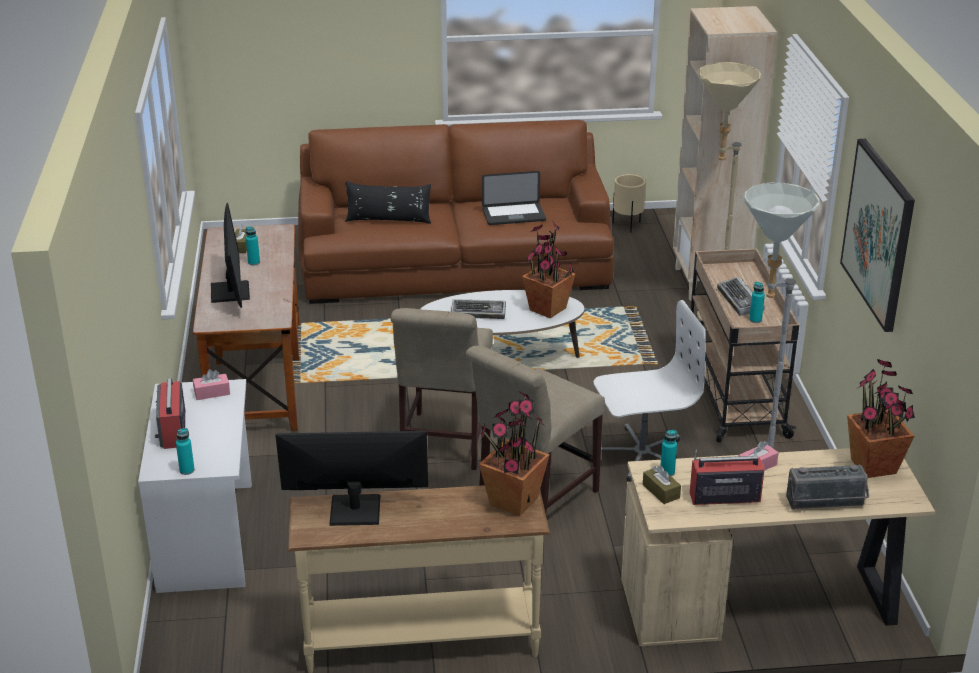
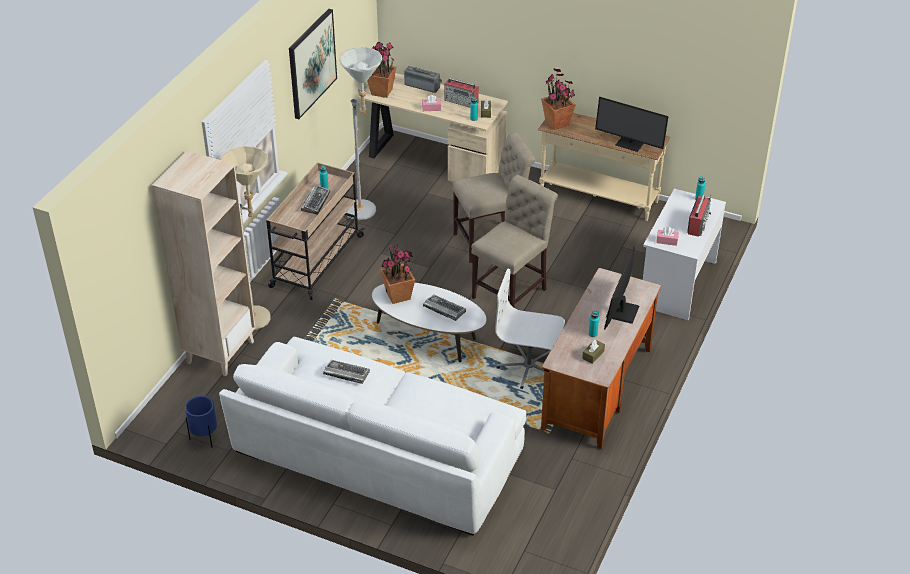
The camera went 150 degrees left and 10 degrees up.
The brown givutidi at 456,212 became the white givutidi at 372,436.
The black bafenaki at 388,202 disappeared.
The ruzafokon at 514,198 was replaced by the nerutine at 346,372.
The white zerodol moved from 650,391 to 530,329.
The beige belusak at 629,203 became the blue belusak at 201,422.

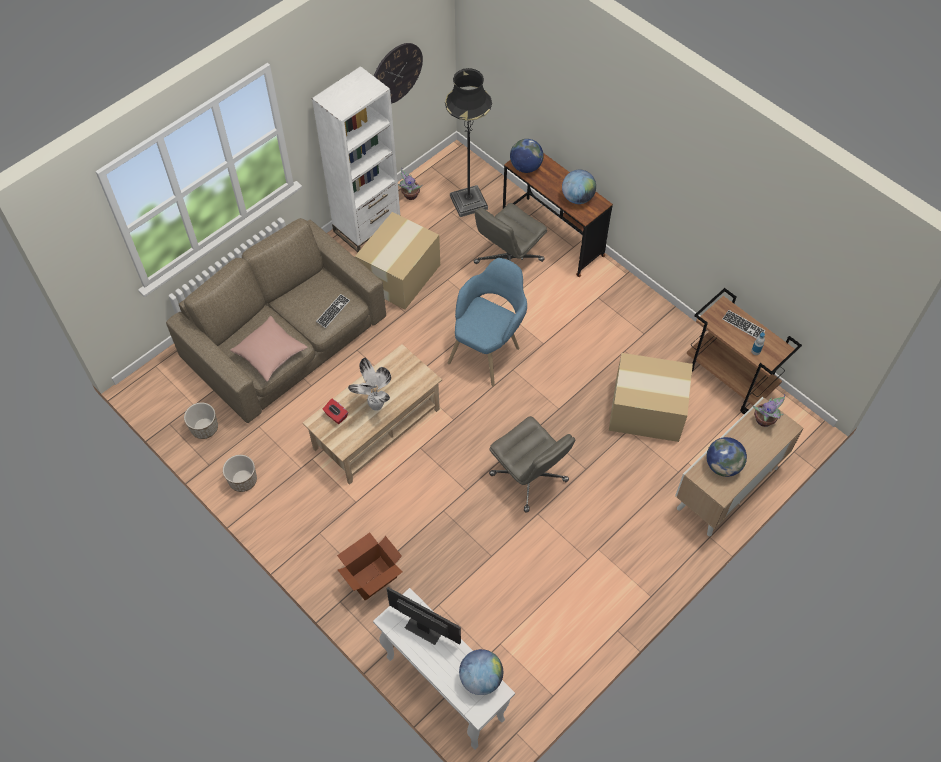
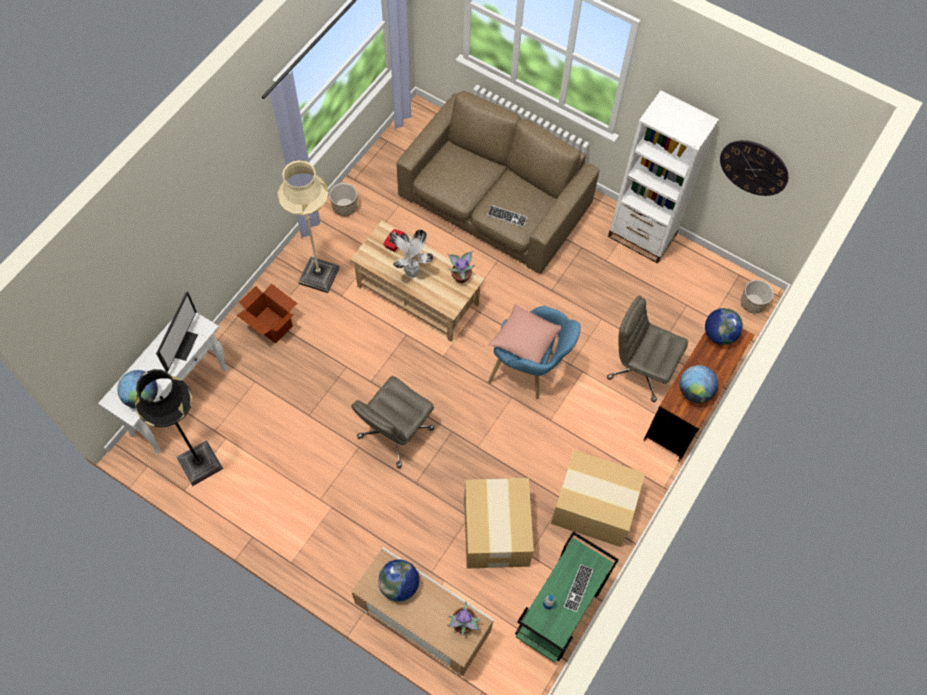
The camera went 75 degrees right and 5 degrees up.
The belusak moved from 201,420 to 757,297.
The pink bafenaki moved from 269,348 to 525,334.
The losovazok moved from 397,260 to 598,498.
The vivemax moved from 410,184 to 461,267.
The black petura moved from 468,142 to 179,427.
The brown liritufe at 744,351 became the green liritufe at 567,597.
The beige petura at 308,226 appeared.

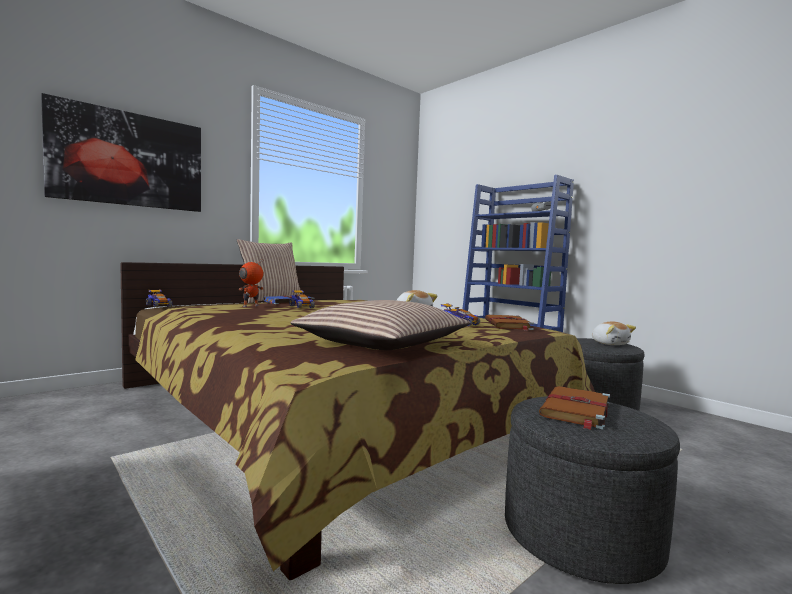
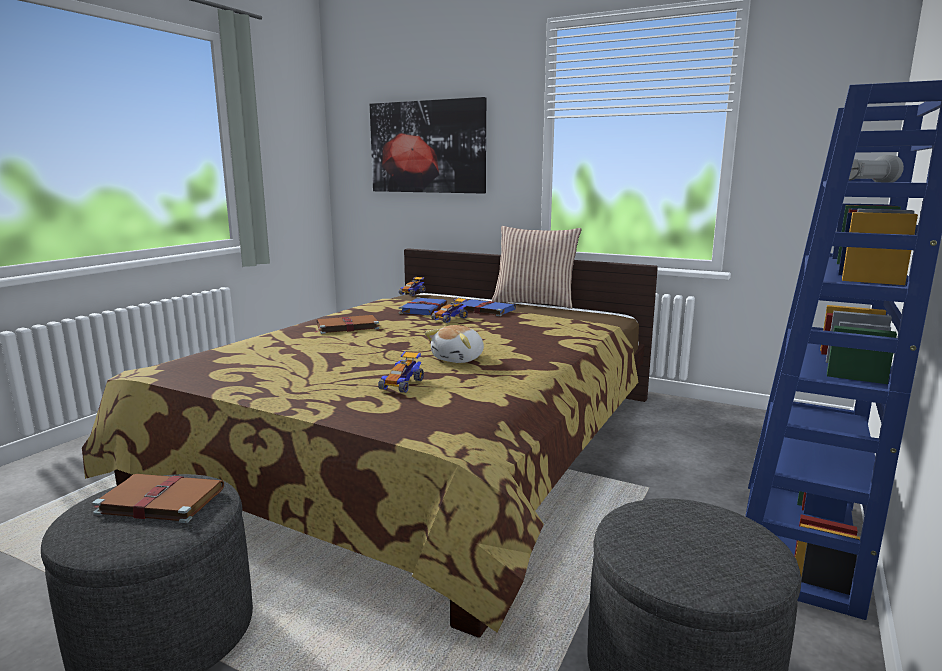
The camera went 70 degrees right and 10 degrees up.
The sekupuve at 251,283 was replaced by the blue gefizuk at 423,306.
The bafenaki at 380,325 disappeared.
The brown gefizuk moved from 509,323 to 346,324.
The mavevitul at 614,333 disappeared.

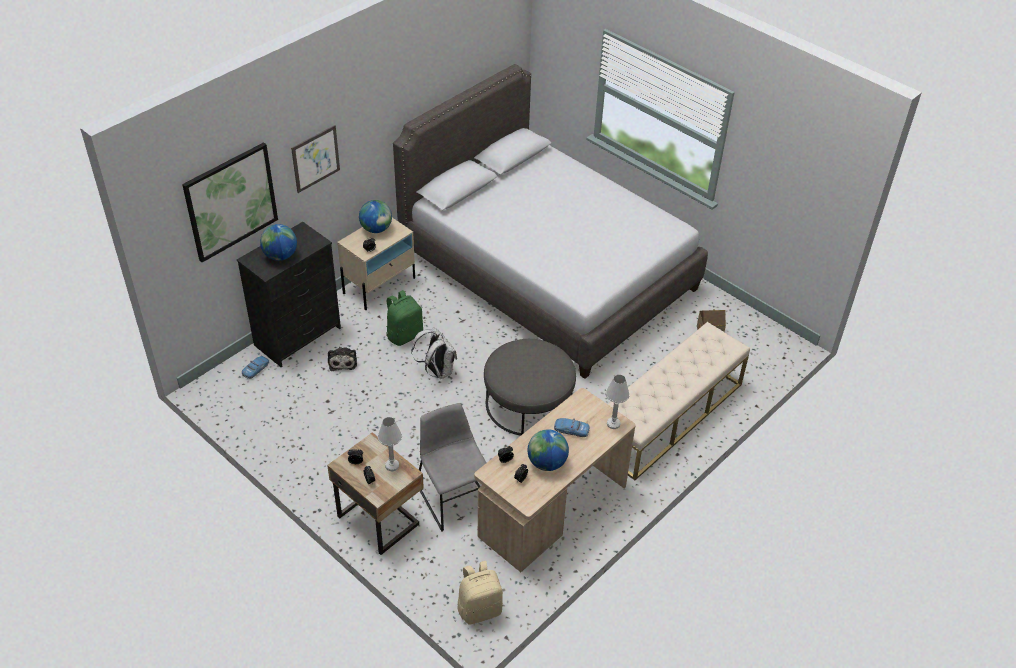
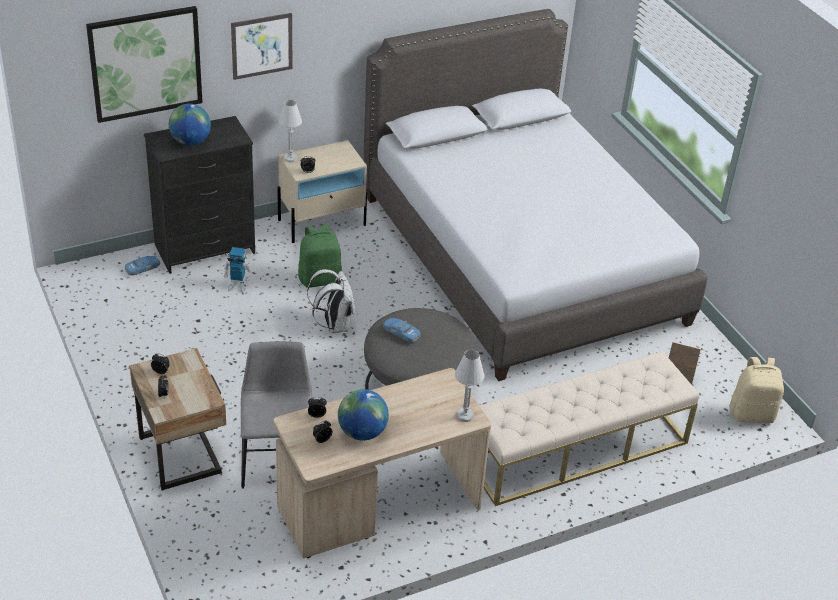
The camera went 20 degrees right and 5 degrees down.
The mavevitul at 342,359 was replaced by the sekupuve at 237,270.
The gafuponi at 375,216 disappeared.
The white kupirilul moved from 390,444 to 290,131.
The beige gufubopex moved from 480,592 to 756,390.
The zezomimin moved from 572,427 to 401,330.

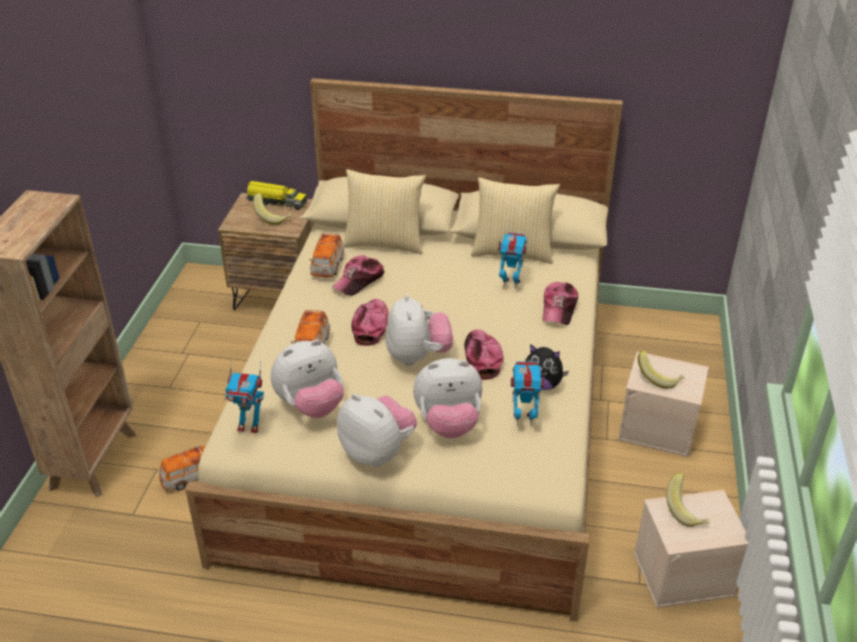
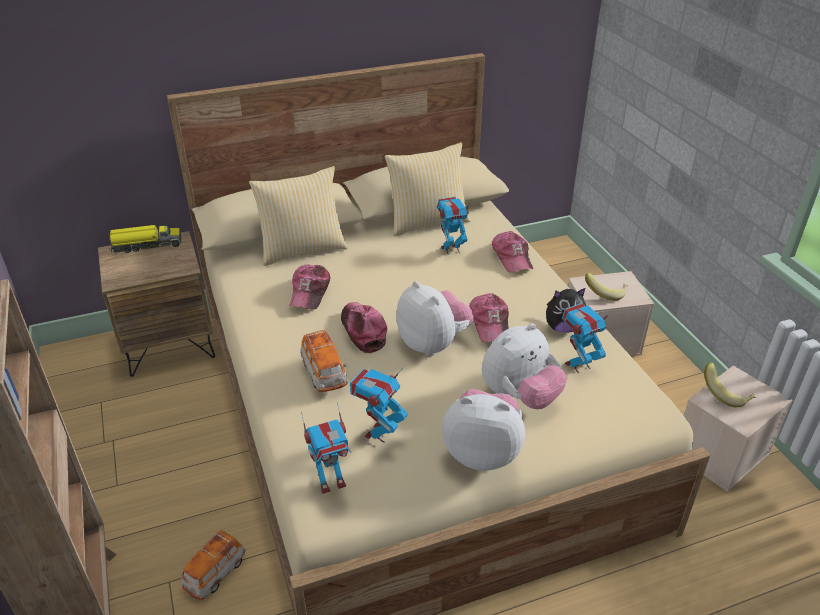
The camera went 30 degrees left and 0 degrees up.
The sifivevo at 272,209 disappeared.
The mavevitul at 307,378 was replaced by the sekupuve at 379,405.
The zezomimin at 326,255 disappeared.
The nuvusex at 484,354 turned 150 degrees counterclockwise.

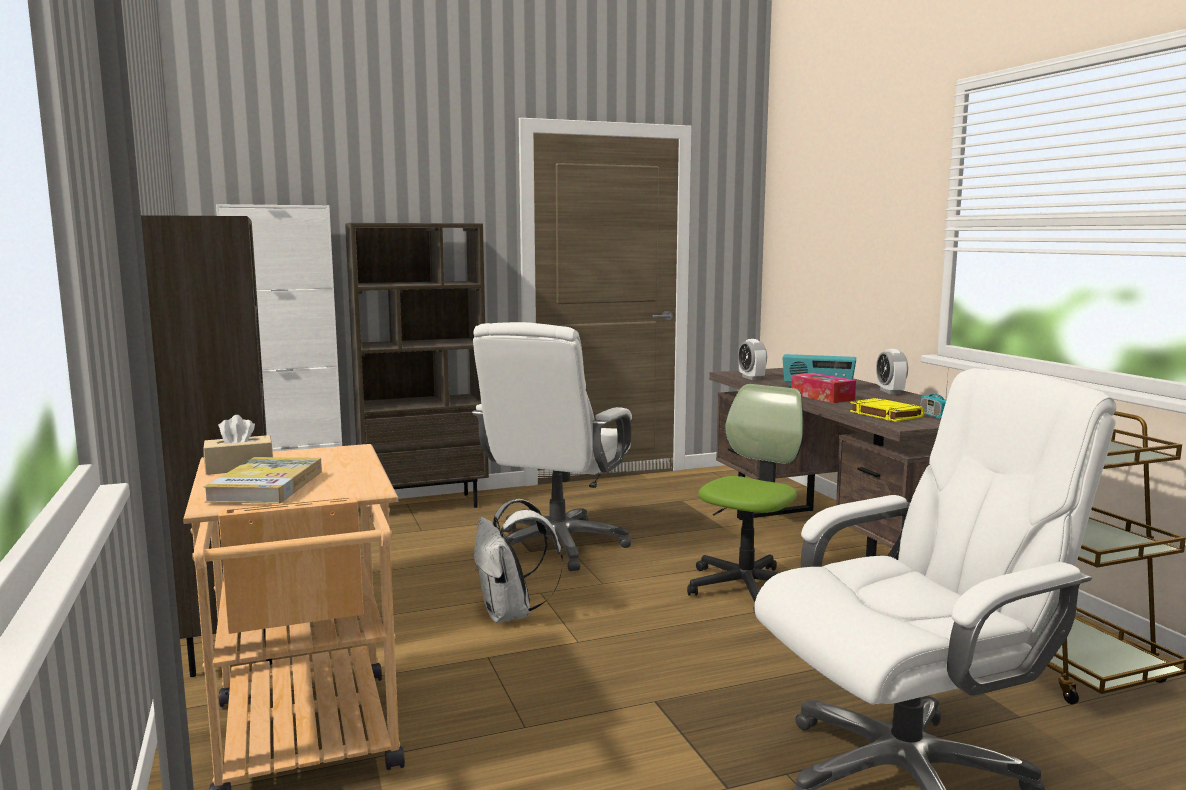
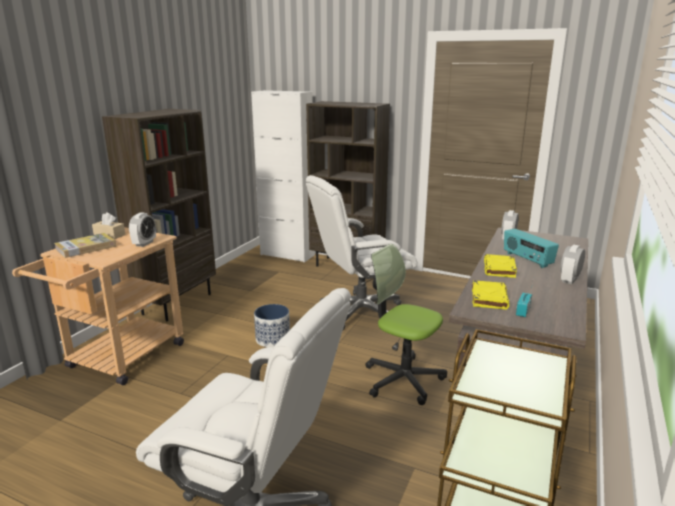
The camera went 45 degrees right and 10 degrees up.
The white gufubopex at 518,561 was replaced by the belusak at 272,325.
The zerodol at 745,495 turned 135 degrees counterclockwise.
The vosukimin at 823,388 was replaced by the yellow gefizuk at 500,266.
The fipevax at 142,229 appeared.

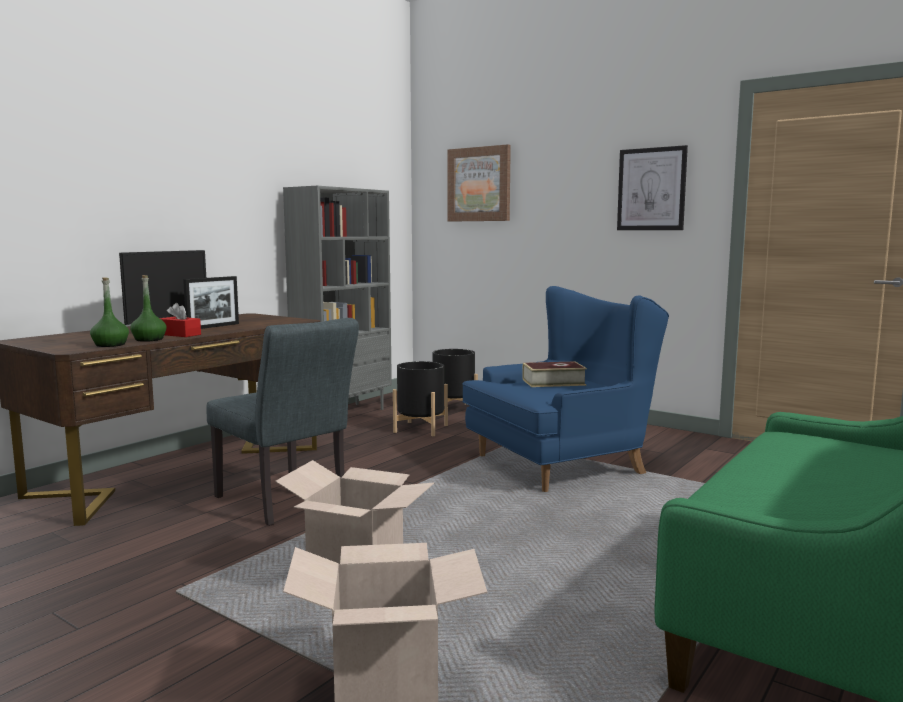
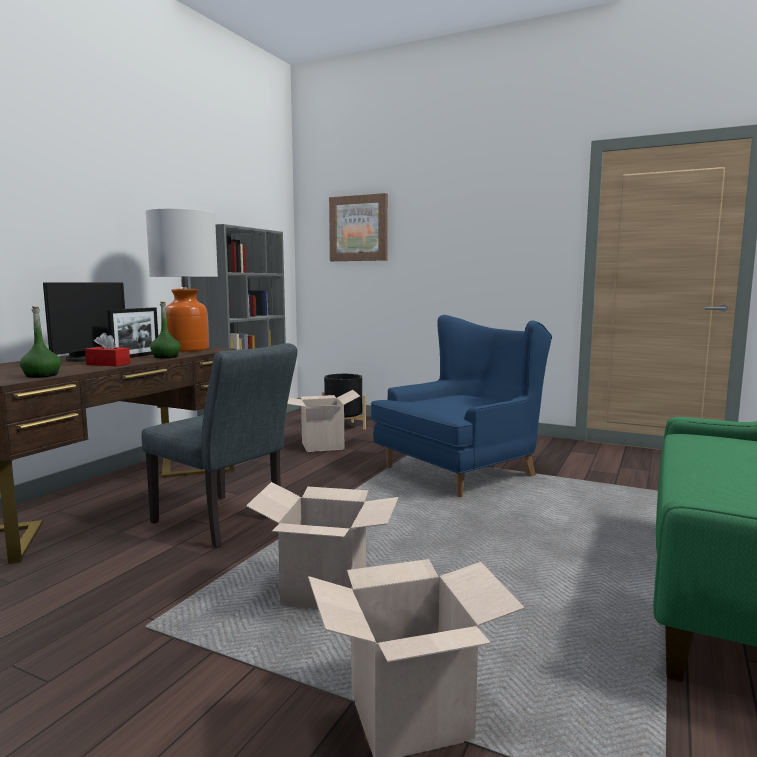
The camera went 10 degrees left and 0 degrees up.
The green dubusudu moved from 148,308 to 165,329.
The black belusak at 420,398 was replaced by the losovazok at 323,421.
The gefizuk at 554,374 disappeared.
The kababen at 652,187 disappeared.
The kupirilul at 182,280 appeared.

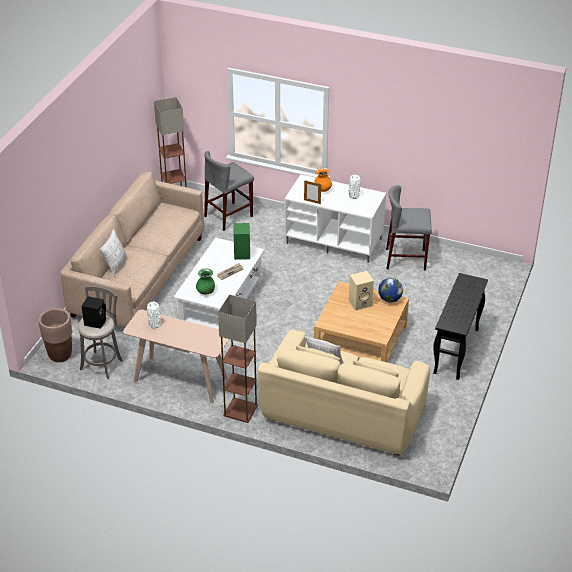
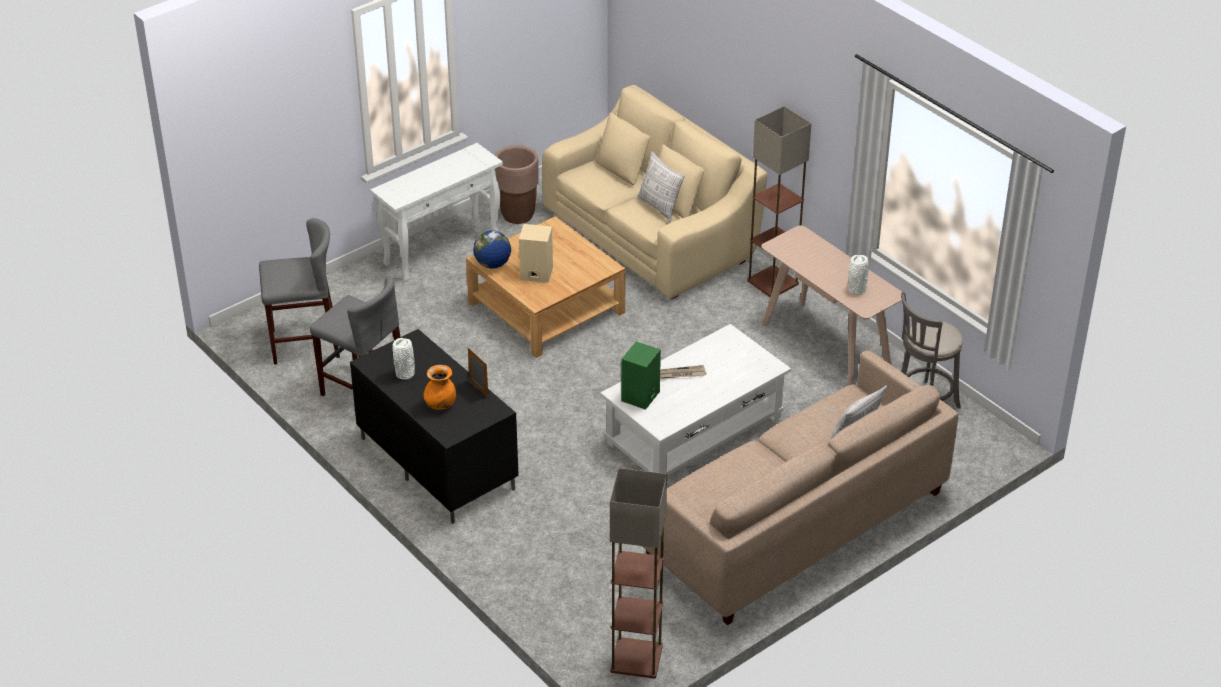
The camera went 150 degrees left and 0 degrees up.
The brown belusak moved from 55,335 to 517,184.
The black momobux at 94,312 disappeared.
The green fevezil at 205,281 disappeared.
The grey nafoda moved from 229,191 to 299,291.
The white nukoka at 335,218 became the black nukoka at 434,426.
The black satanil at 460,326 became the white satanil at 436,212.

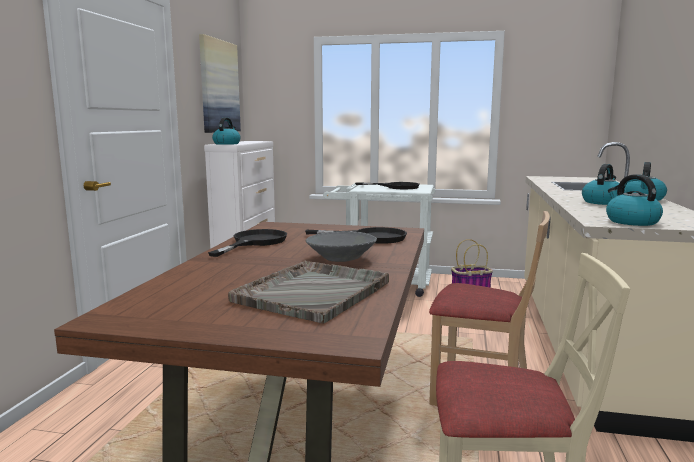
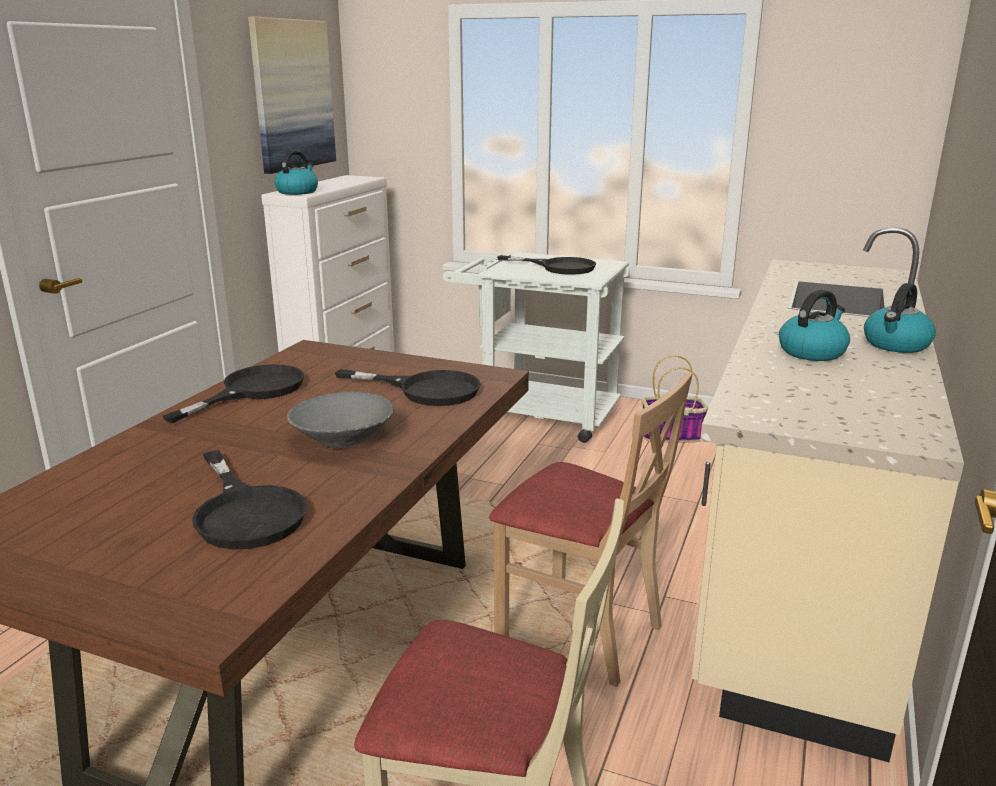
The camera went 10 degrees right and 10 degrees up.
The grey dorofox at 308,292 was replaced by the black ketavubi at 249,500.
The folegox at 634,200 disappeared.

